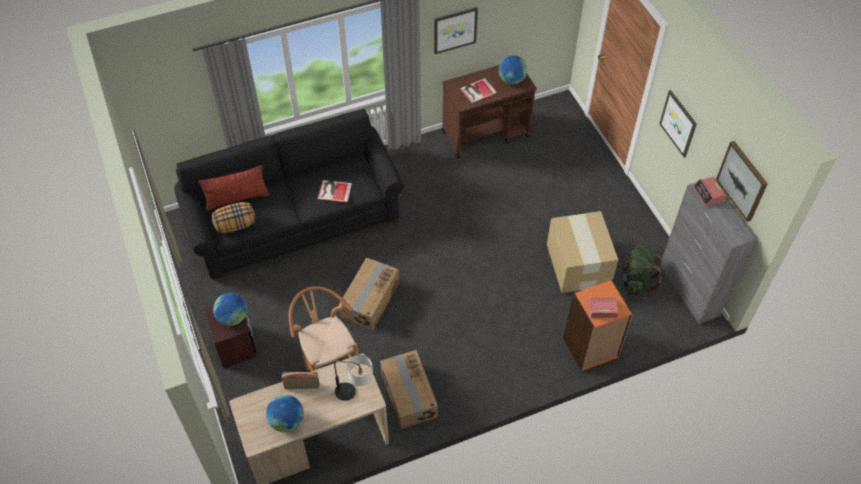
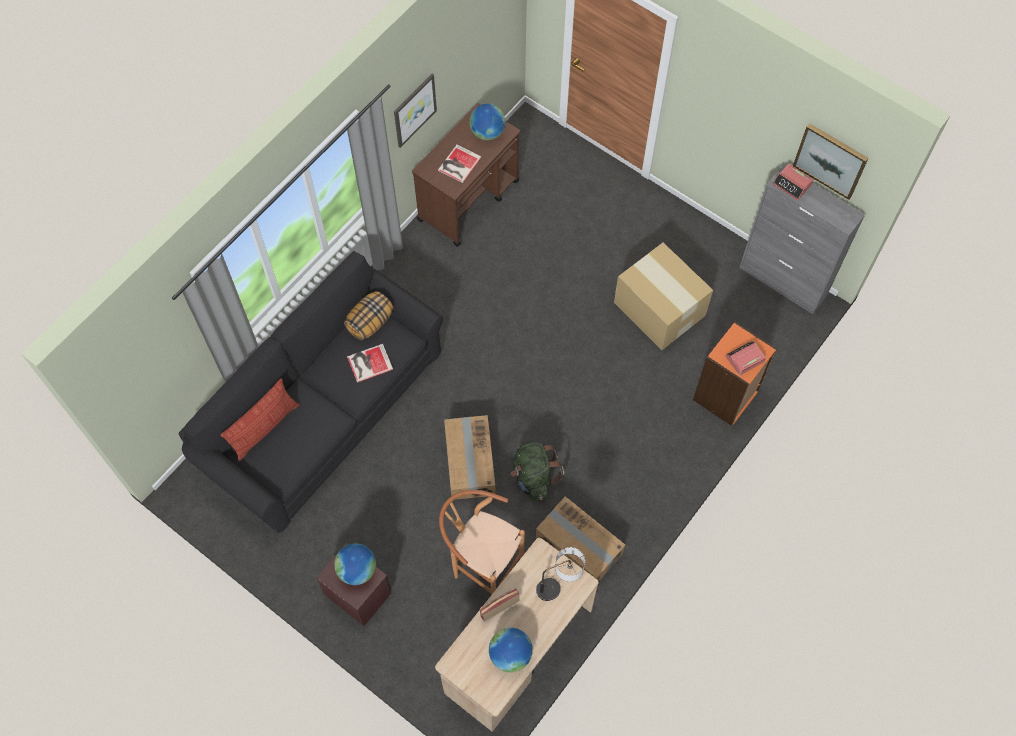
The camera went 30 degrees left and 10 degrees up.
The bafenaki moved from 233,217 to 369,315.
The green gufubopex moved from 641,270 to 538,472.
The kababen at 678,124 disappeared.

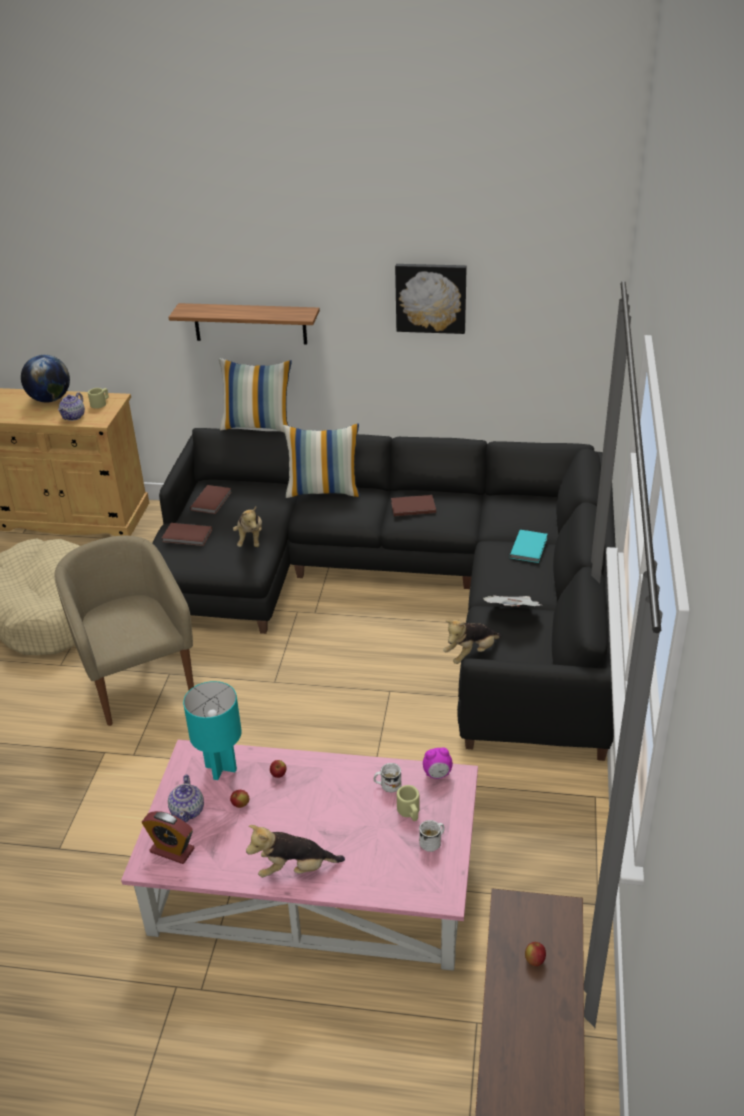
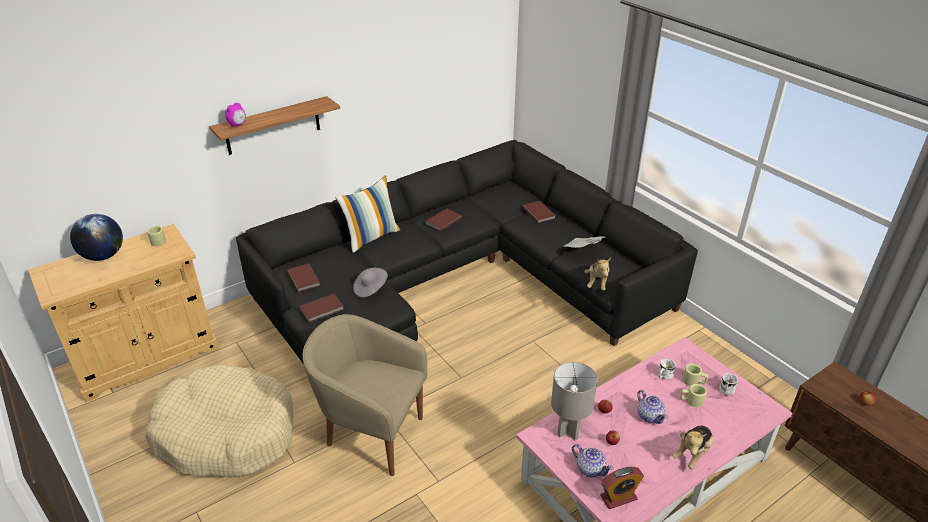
The camera went 45 degrees left and 0 degrees up.
The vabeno moved from 71,406 to 652,407.
The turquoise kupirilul at 212,730 became the grey kupirilul at 574,401.
The bafenaki at 255,395 disappeared.
The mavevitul at 247,527 was replaced by the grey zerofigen at 370,282.
The kababen at 431,299 disappeared.
The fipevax moved from 438,763 to 235,115.
The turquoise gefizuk at 529,546 became the brown gefizuk at 539,212.
The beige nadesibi at 693,395 appeared.

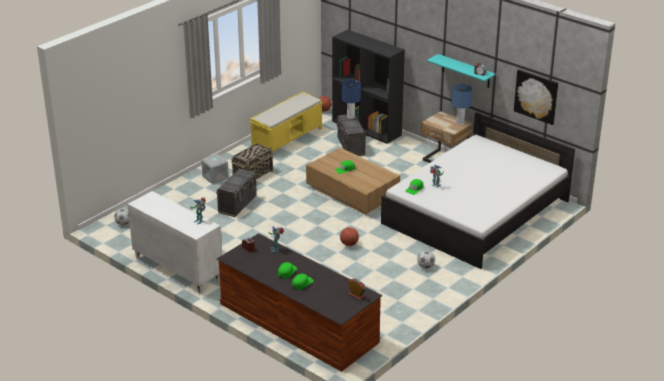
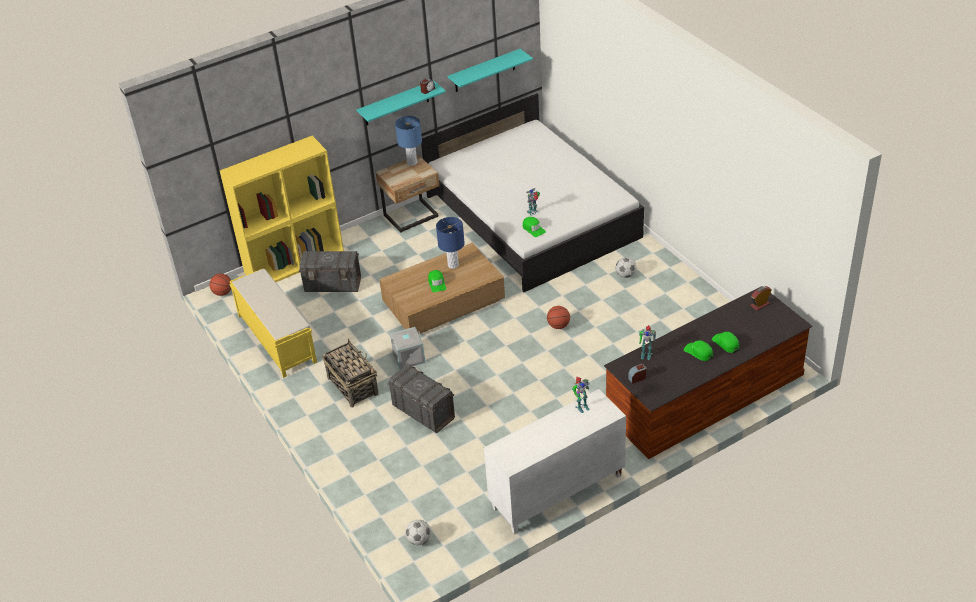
The camera went 70 degrees left and 10 degrees up.
The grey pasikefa moved from 215,169 to 407,348.
The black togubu at 368,87 became the yellow togubu at 282,209.
The blue kupirilul moved from 351,99 to 450,243.
The kababen at 536,97 was replaced by the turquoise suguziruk at 490,70.

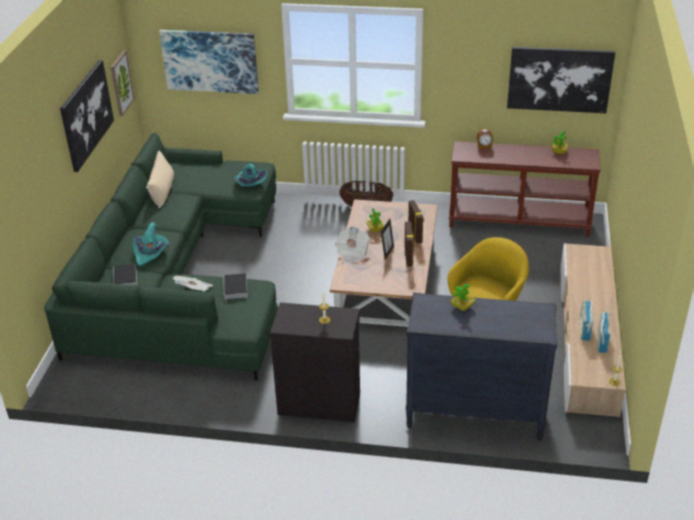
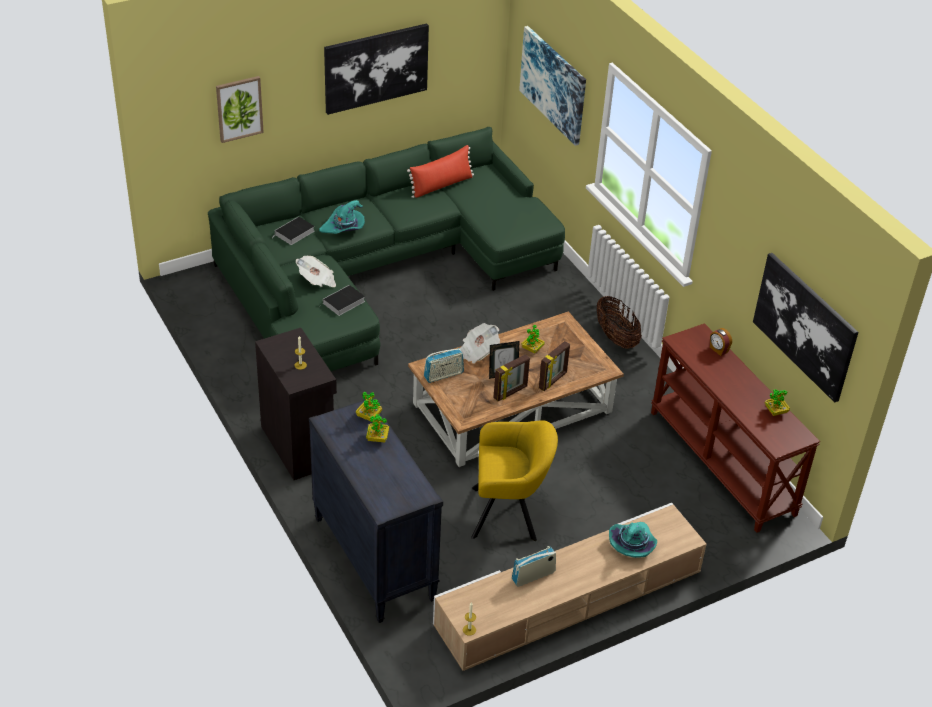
The camera went 50 degrees right and 5 degrees up.
The kababen moved from 123,83 to 240,109.
The beige bafenaki at 160,179 became the red bafenaki at 440,171.
The turquoise zerofigen moved from 250,175 to 633,540.
The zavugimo moved from 604,332 to 444,365.
The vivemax at 369,407 appeared.

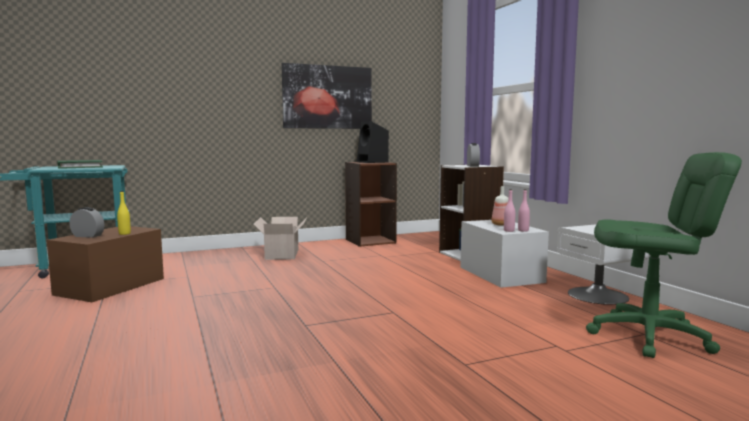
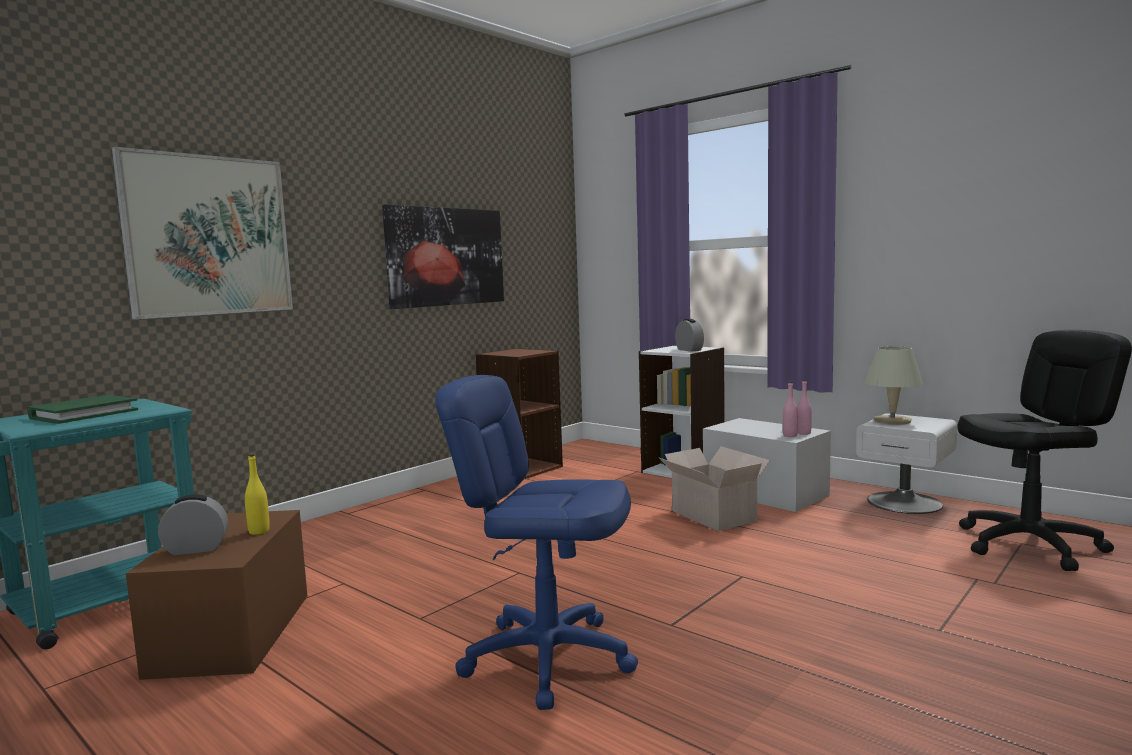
The camera went 25 degrees left and 0 degrees up.
The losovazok moved from 280,238 to 714,488.
The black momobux at 373,142 disappeared.
The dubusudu at 500,206 disappeared.
The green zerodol at 664,255 became the black zerodol at 1044,450.
The kababen at 202,233 appeared.
The blue zerodol at 536,542 appeared.
The beige kupirilul at 894,385 appeared.

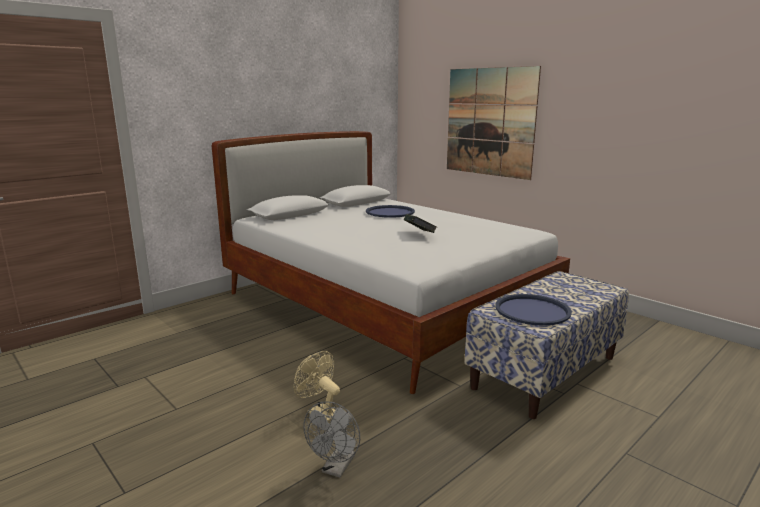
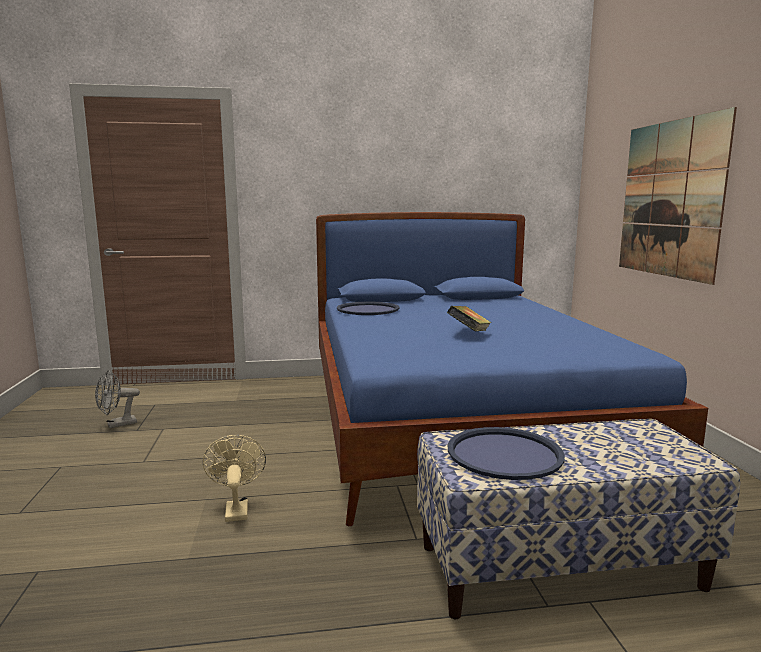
The camera went 35 degrees right and 5 degrees down.
The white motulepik at 391,262 became the blue motulepik at 512,369.
The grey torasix moved from 331,440 to 117,399.
The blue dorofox moved from 390,211 to 368,308.

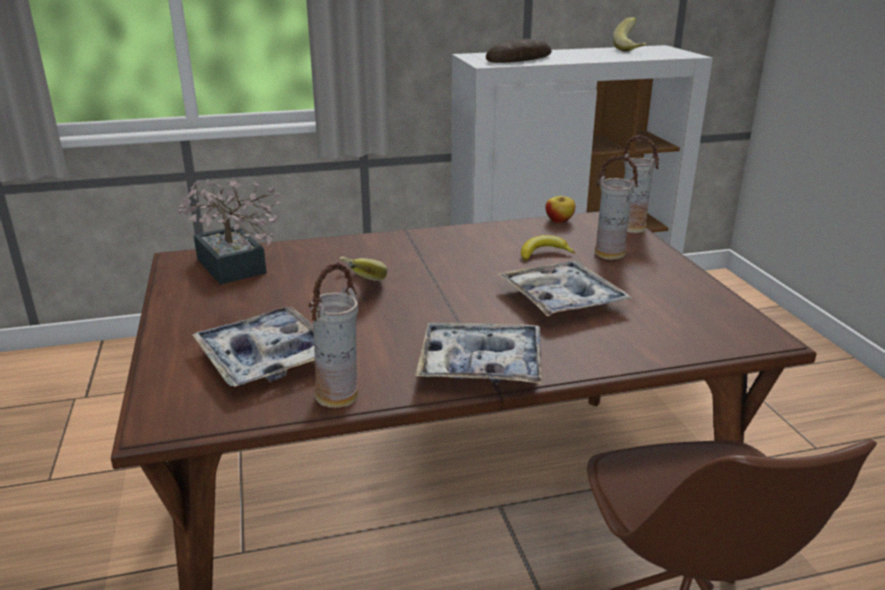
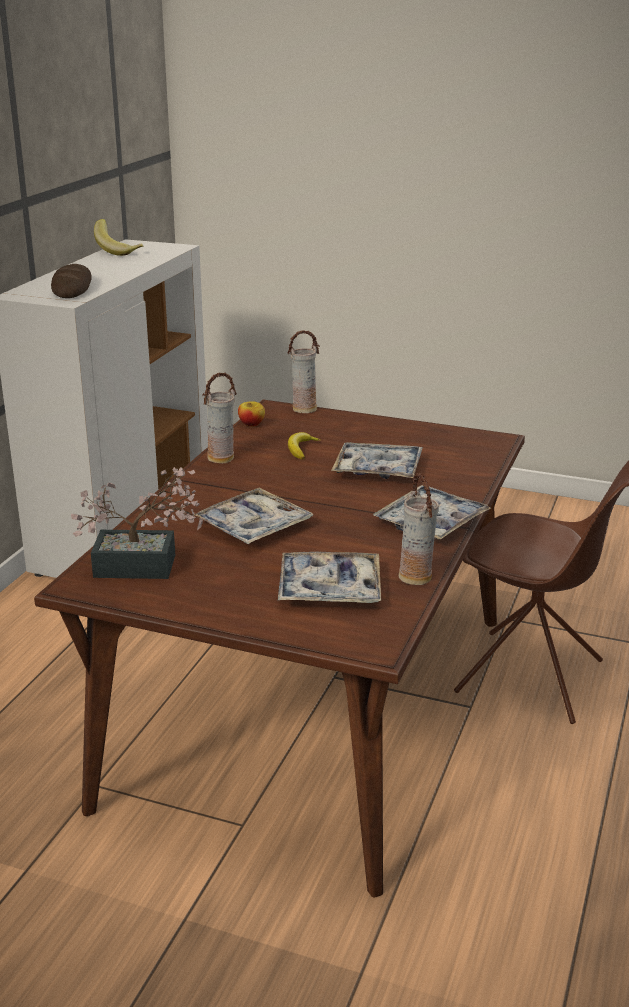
The camera went 55 degrees left and 0 degrees up.
The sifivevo at 363,268 was replaced by the dorofox at 253,516.
The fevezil moved from 616,207 to 219,418.

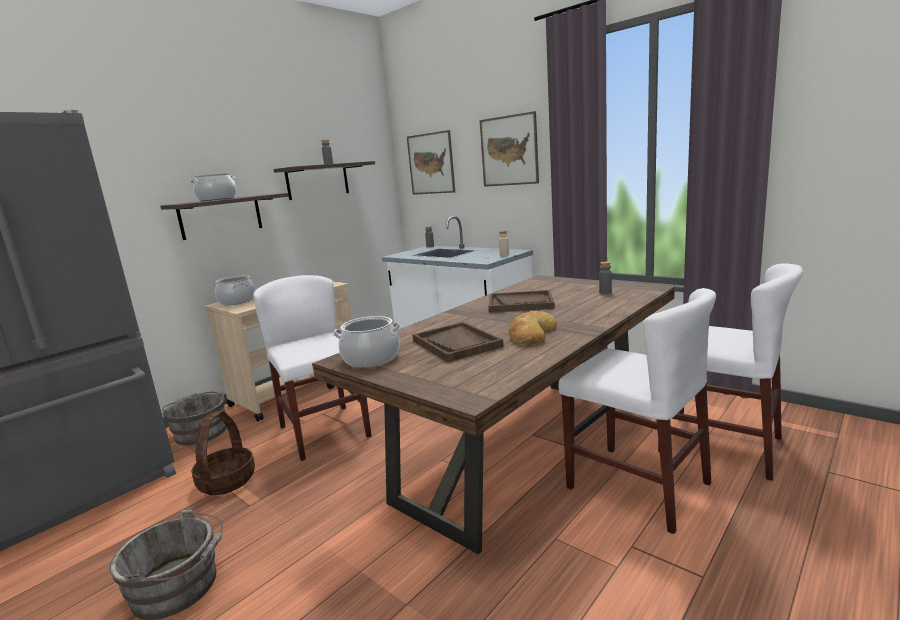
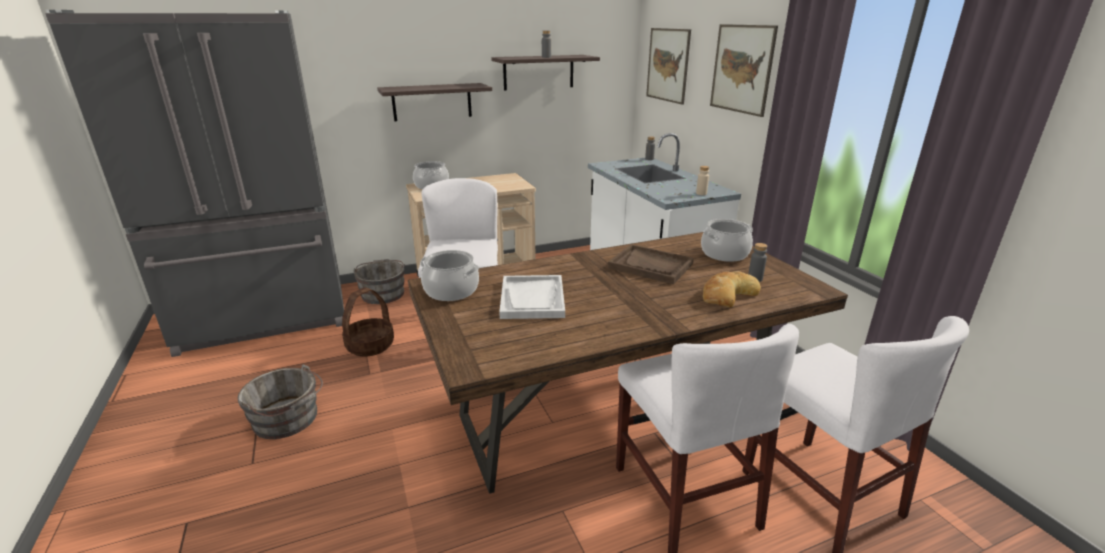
The camera went 25 degrees right and 10 degrees up.
The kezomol moved from 213,187 to 727,240.
The brown dorofox at 458,342 became the white dorofox at 532,297.
The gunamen moved from 533,327 to 732,289.

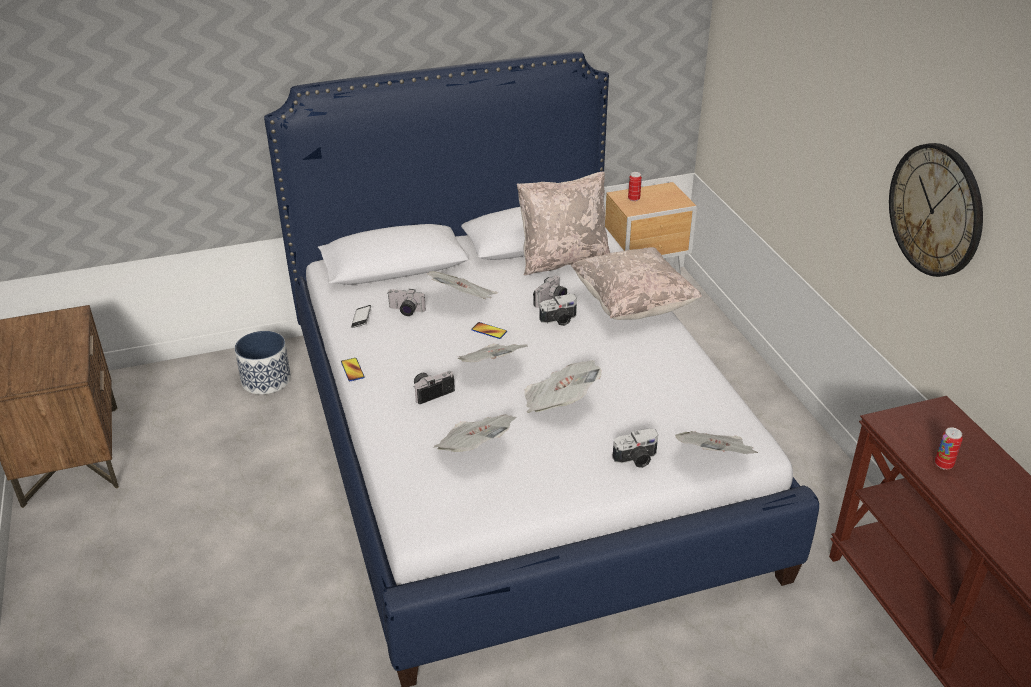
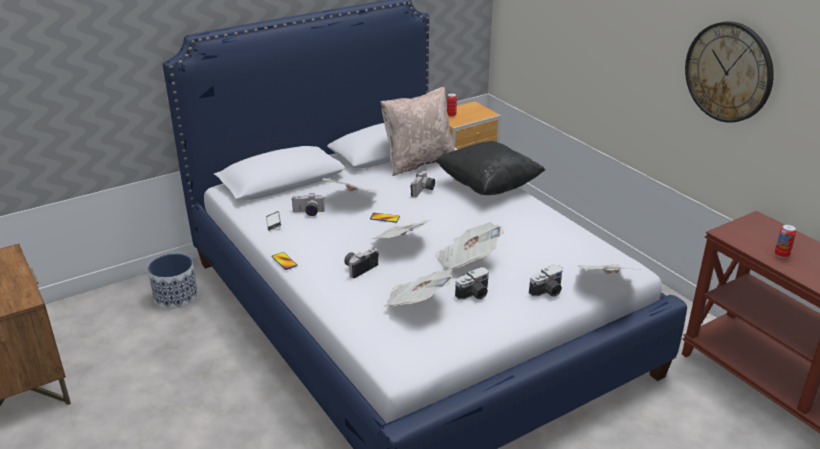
The camera went 15 degrees left and 5 degrees down.
The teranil moved from 558,310 to 472,283.
The beige bafenaki at 636,283 became the black bafenaki at 490,168.

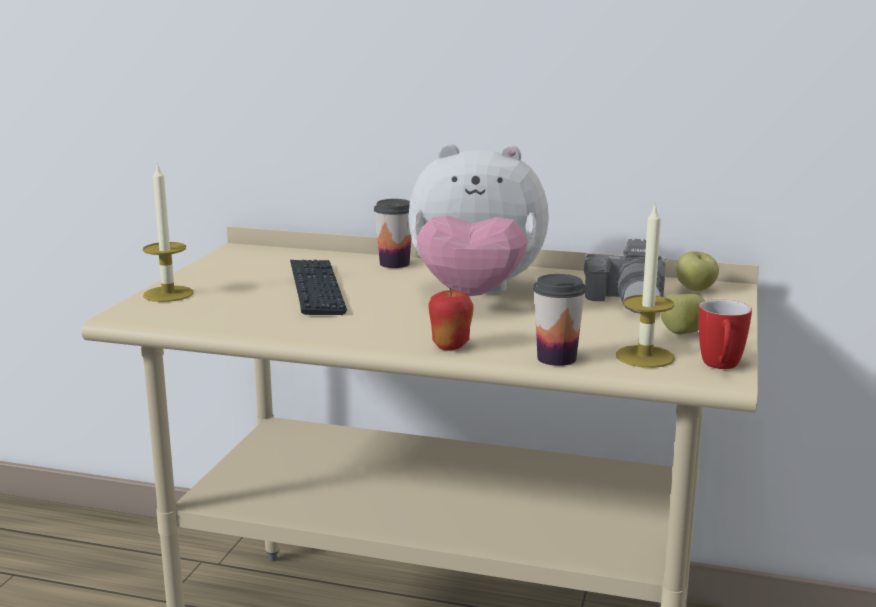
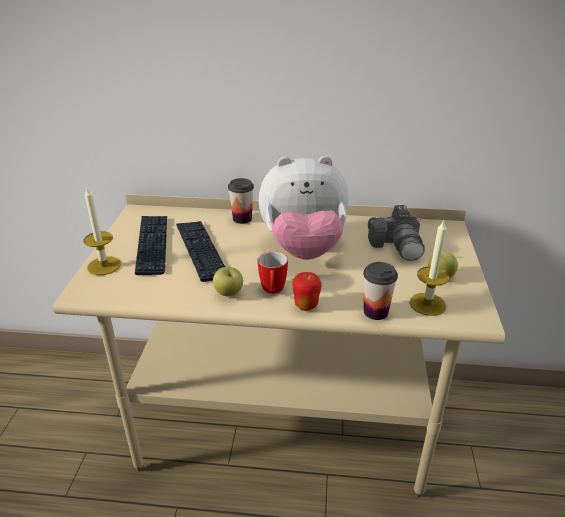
The camera went 10 degrees left and 15 degrees up.
The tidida moved from 697,271 to 228,281.
The nadesibi moved from 725,334 to 273,272.
The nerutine at 151,245 appeared.

